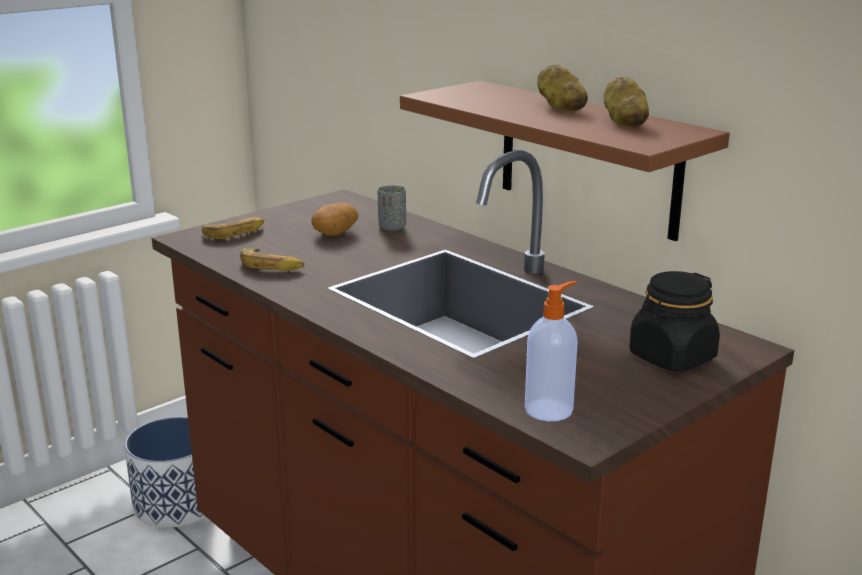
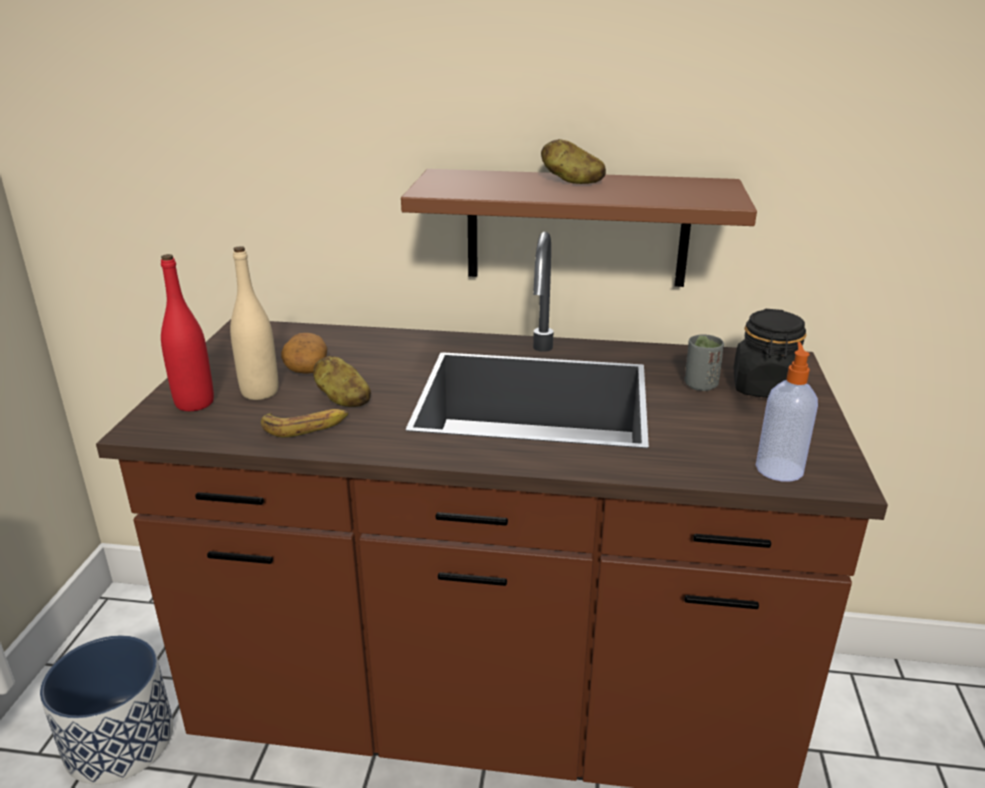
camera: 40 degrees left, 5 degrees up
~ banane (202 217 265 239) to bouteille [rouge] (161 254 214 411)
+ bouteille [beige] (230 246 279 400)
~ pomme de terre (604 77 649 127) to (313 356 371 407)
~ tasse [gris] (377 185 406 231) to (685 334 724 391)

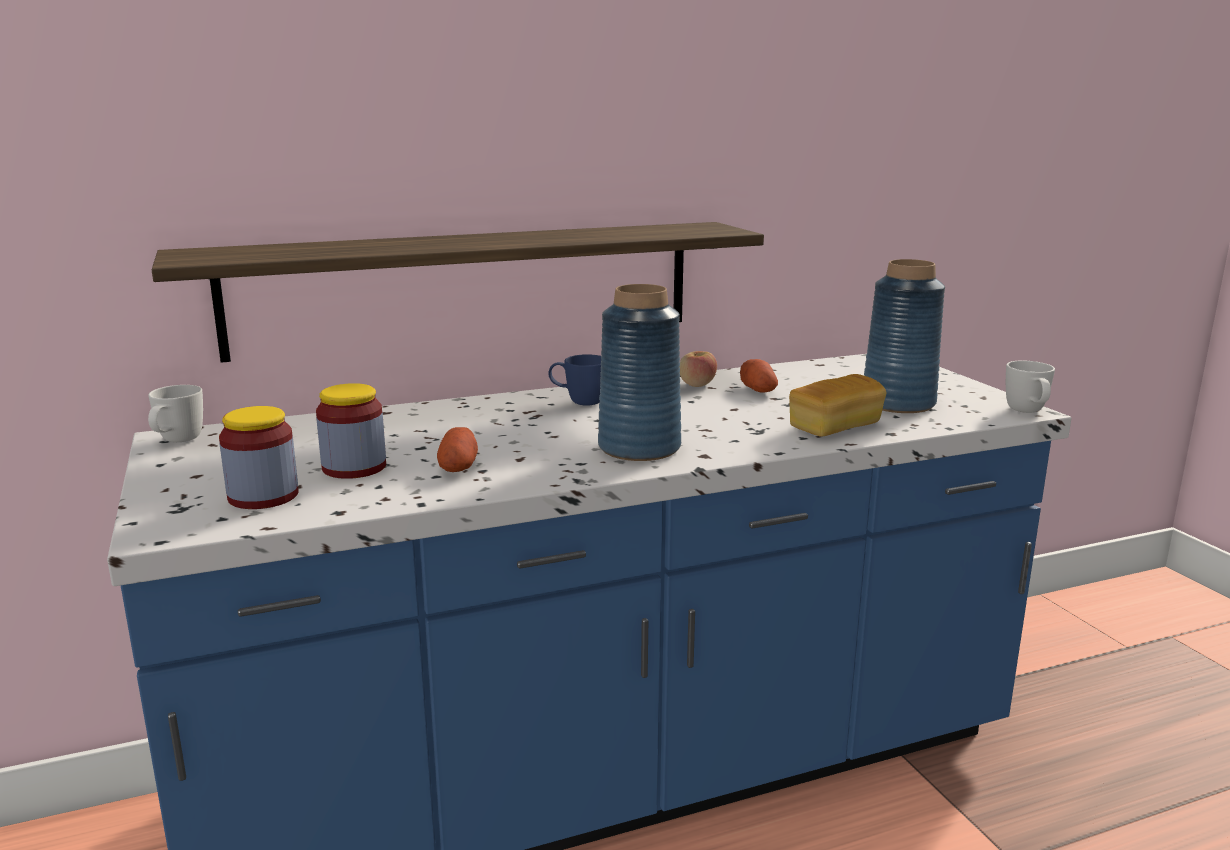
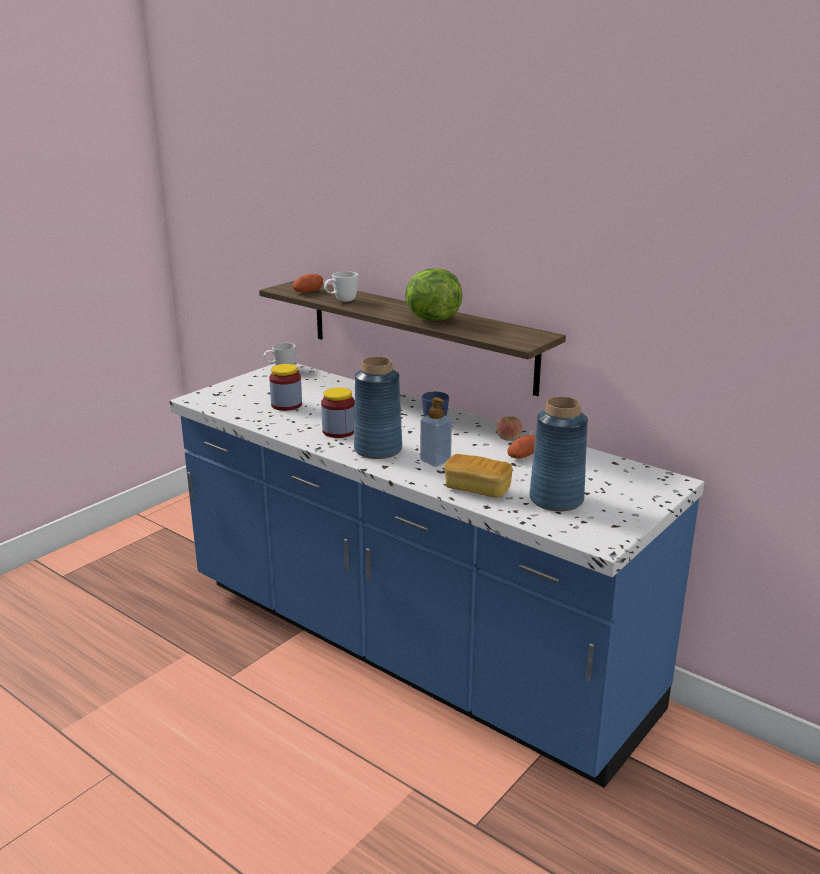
camera: 60 degrees right, 5 degrees up
~ pomme de terre (437 427 478 472) to (292 274 323 292)
~ bocal (219 406 298 509) to (321 387 355 438)
~ mug [blanc] (1006 361 1055 413) to (324 271 358 302)
+ laitue (405 268 462 321)
+ distributeur de savon (420 397 452 467)

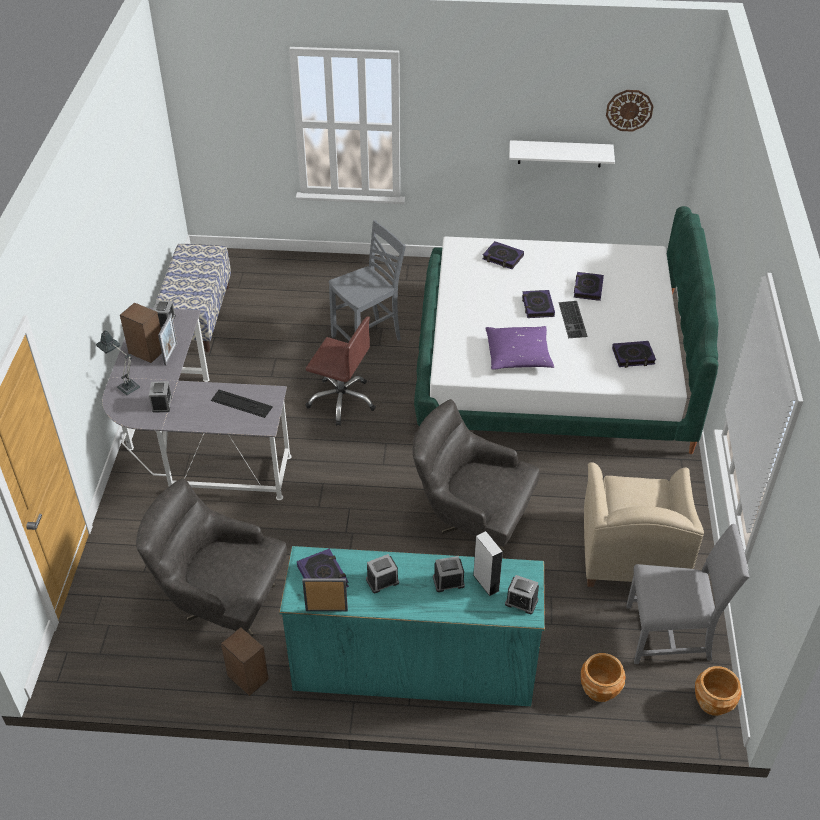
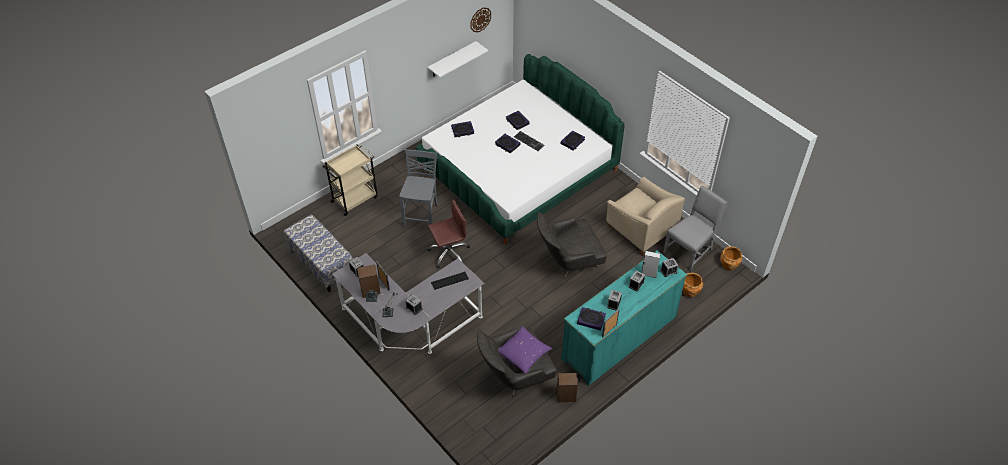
camera: 45 degrees left, 5 degrees up
+ chariot [beige] (323 144 378 216)
~ coussin [violet] (485 326 554 370) to (498 326 552 374)

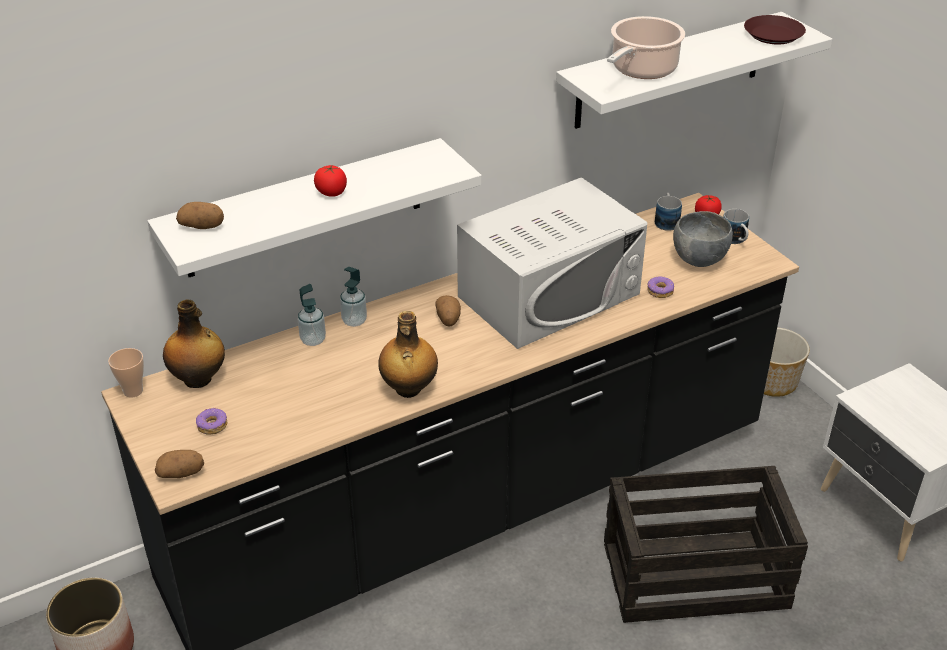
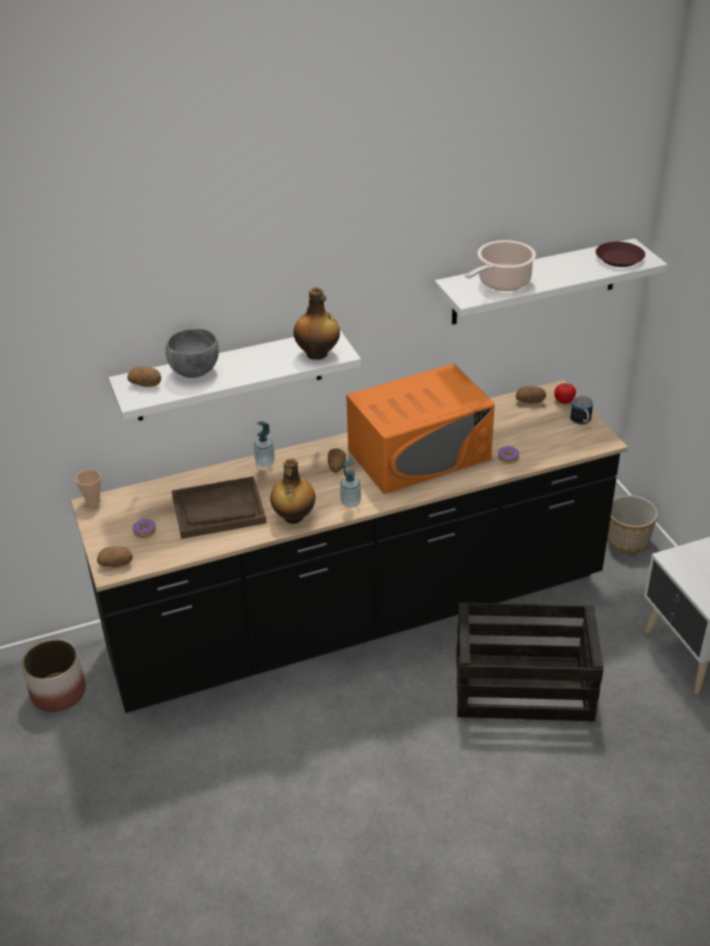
camera: 10 degrees right, 0 degrees up
~ bol [gris] (673 211 733 267) to (166 329 219 378)
+ plateau [marron] (172 476 266 539)
~ bouteille (163 300 225 388) to (293 287 340 360)
~ distributeur de savon (298 284 326 346) to (340 459 361 507)
~ micro-ondes [blanc] (457 177 647 349) to micro-ondes [orange] (346 363 495 494)
~ mug (655 193 682 231) to pomme de terre (516 386 546 403)
- tomate (314 164 347 197)

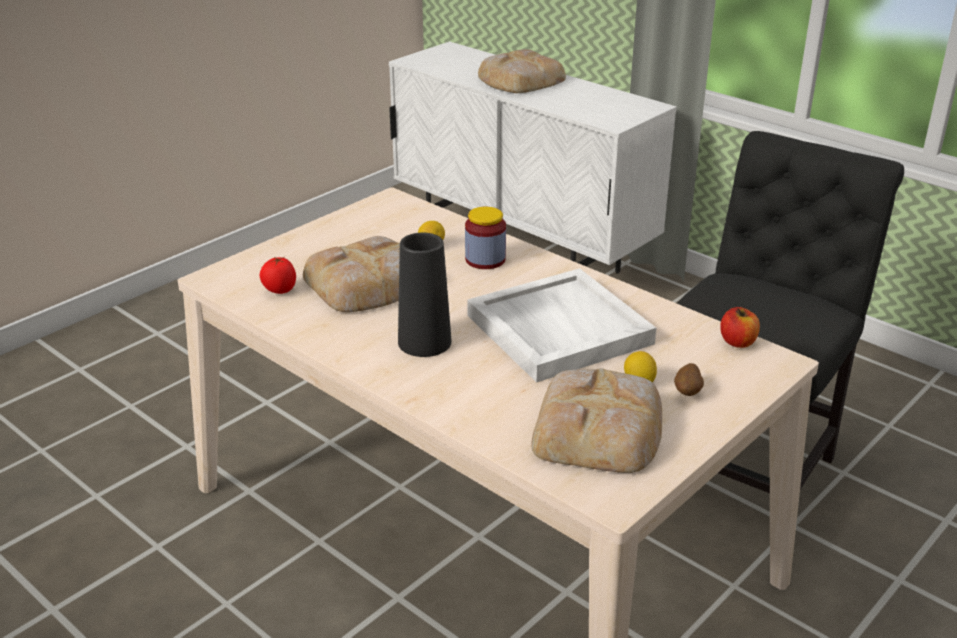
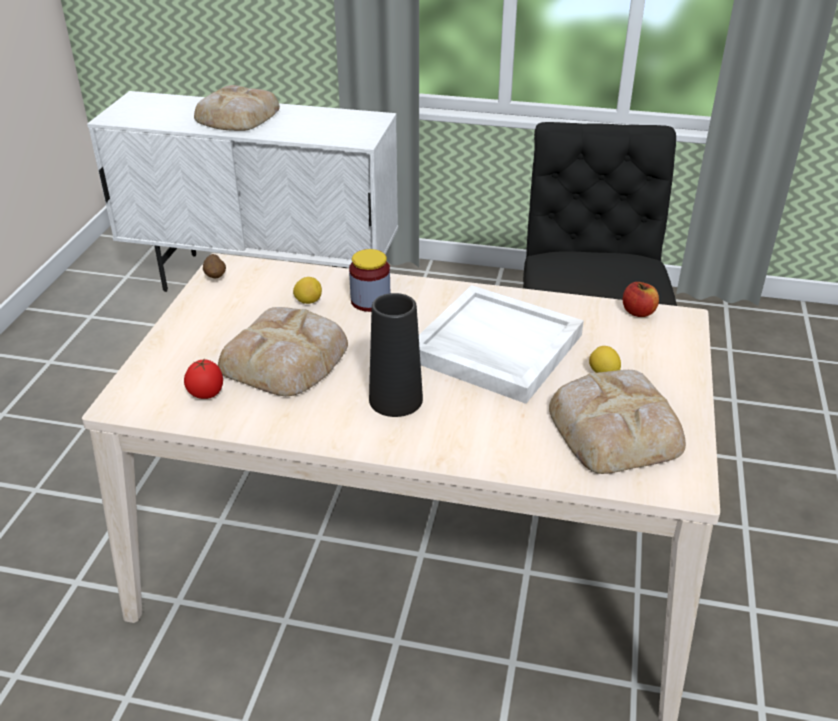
camera: 30 degrees left, 5 degrees up
~ pomme de terre (674 363 704 396) to (203 254 226 278)

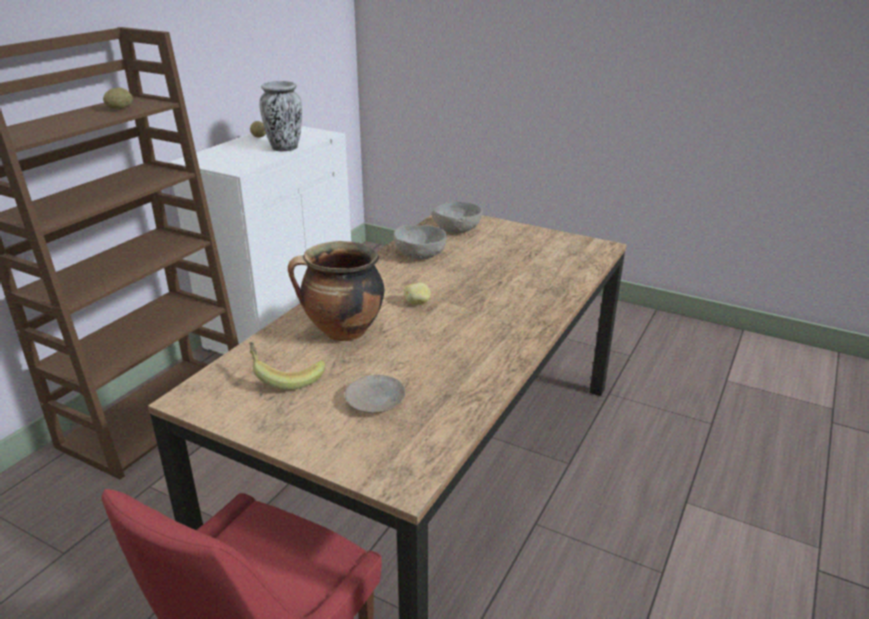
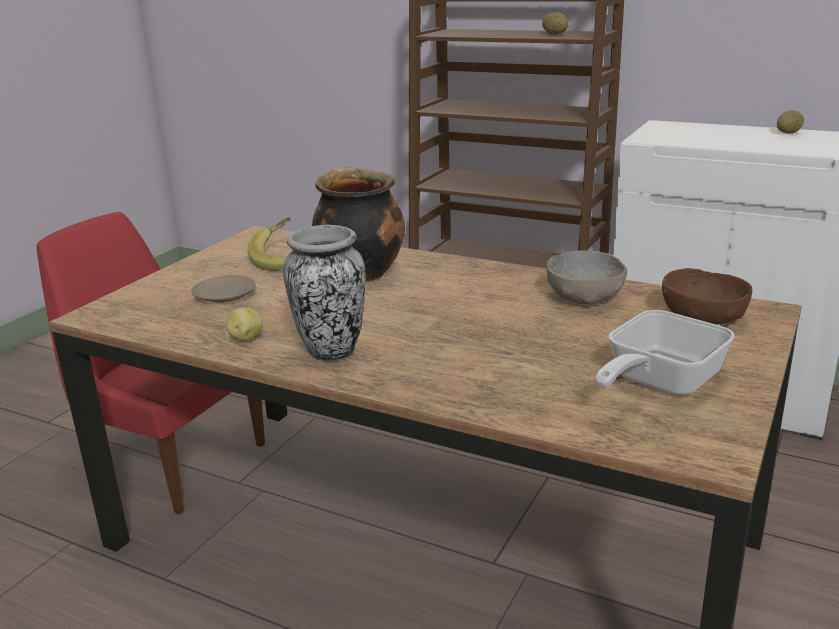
camera: 90 degrees right, 5 degrees down
~ pomme de terre (404 283 431 305) to (226 308 263 341)
~ vase (259 81 302 151) to (283 225 366 362)
+ poêle (596 310 735 396)
~ bol [gris] (431 201 483 233) to bol [marron] (662 268 752 325)

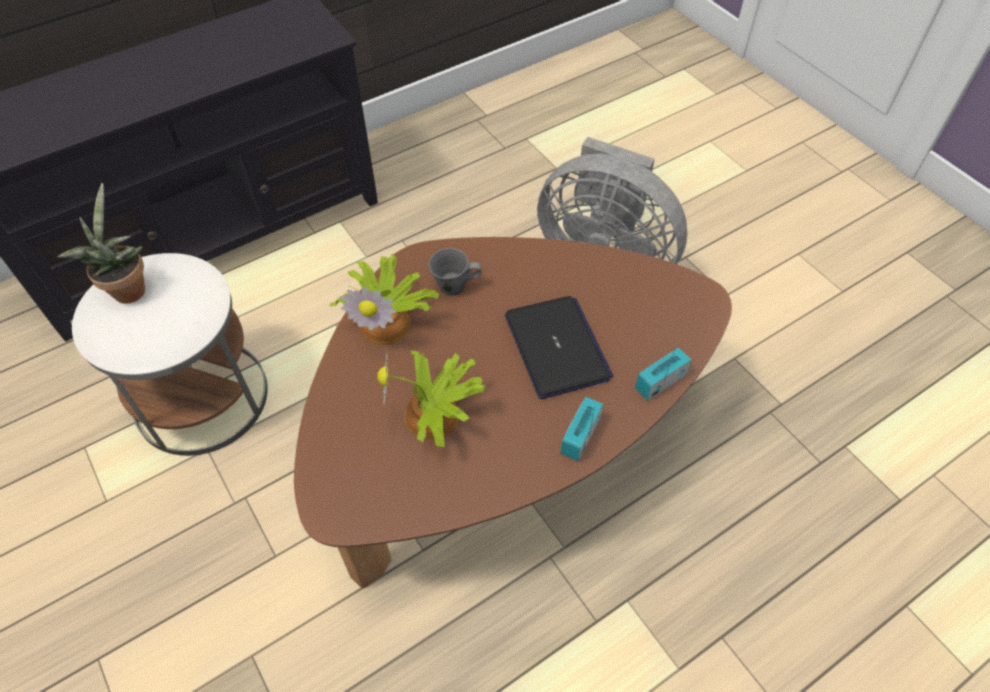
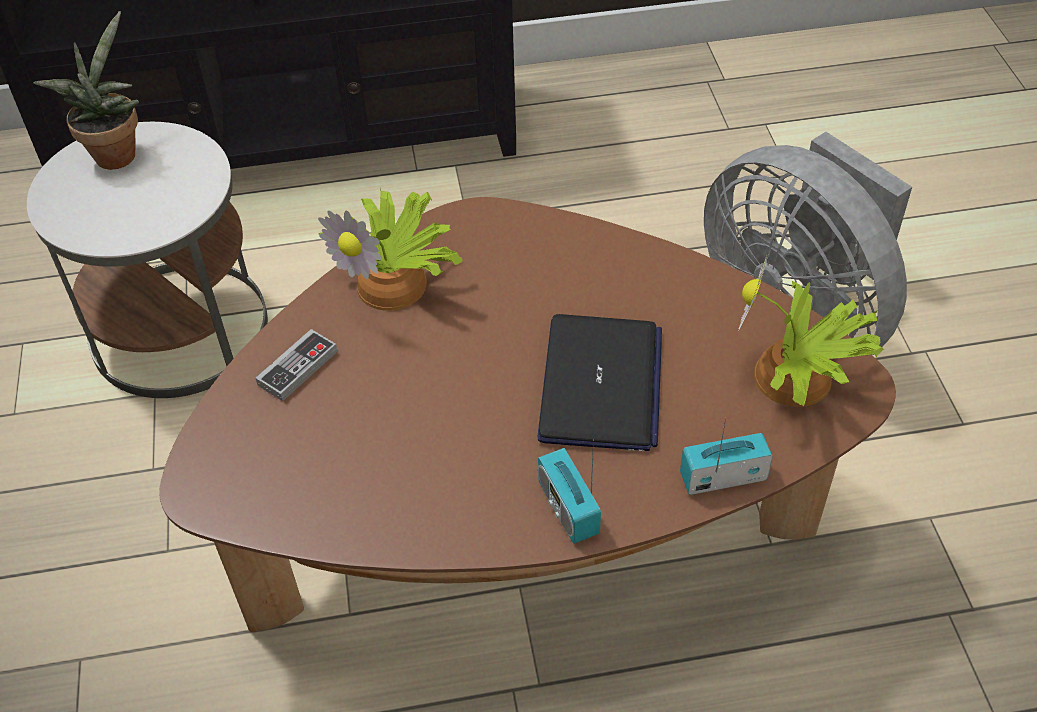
camera: 25 degrees right, 5 degrees down
+ manette (256 329 338 401)
~ radio (561 397 603 461) = (538 440 601 544) 75 degrees counterclockwise
~ plante en pot (377 350 486 447) to (738 253 884 407)
- mug [gris] (429 248 482 296)

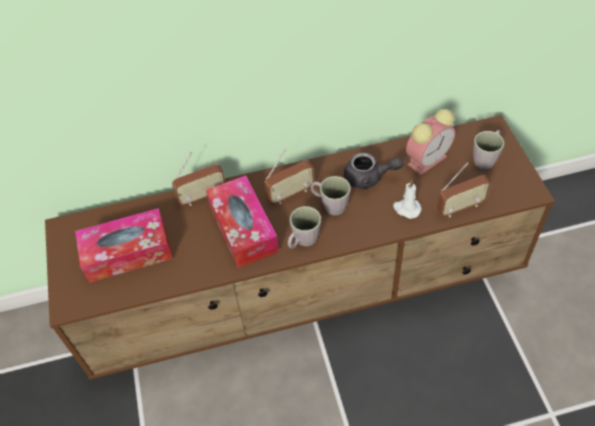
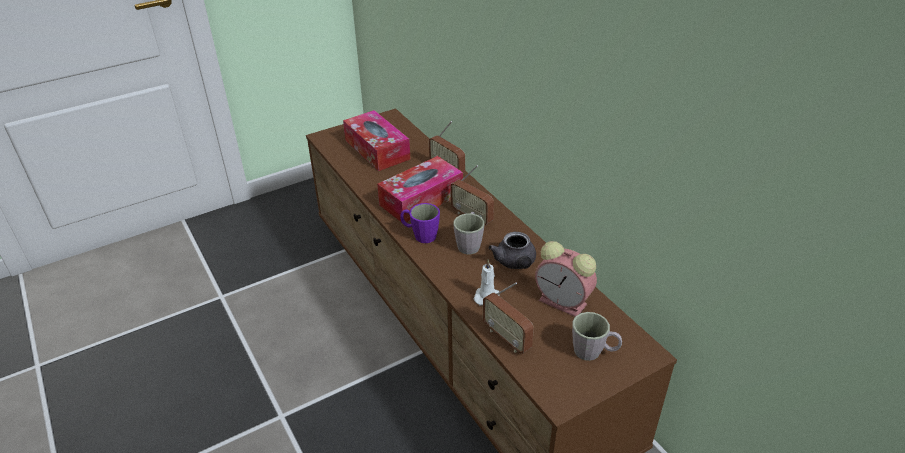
camera: 70 degrees right, 15 degrees down
~ mug [gris] (288 206 321 249) to mug [violet] (400 203 440 243)

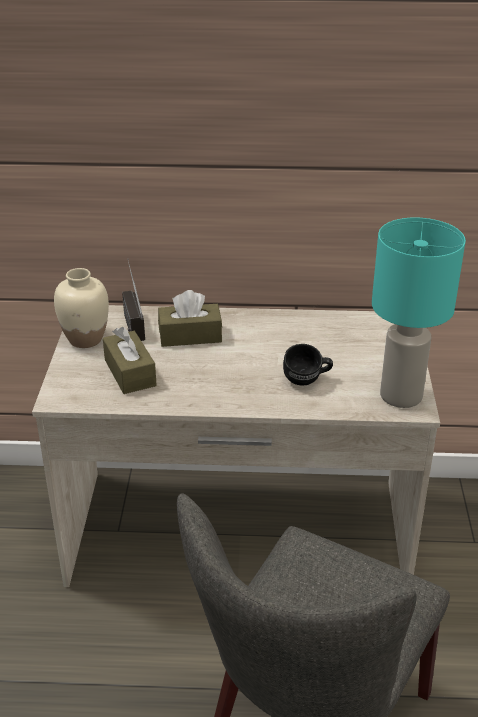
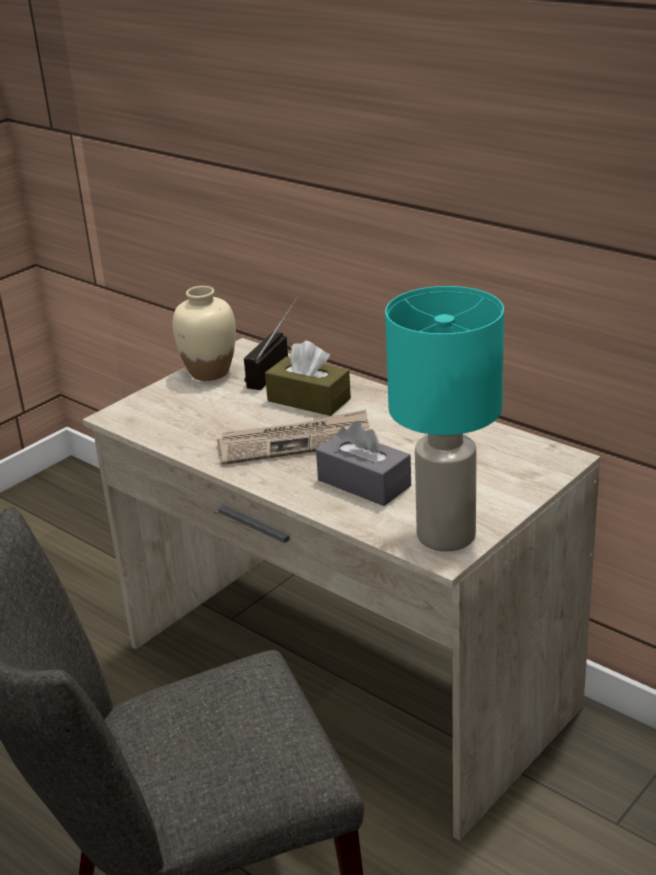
camera: 40 degrees right, 5 degrees down
+ journal (217 410 370 465)
~ mug [noir] (283 344 333 386) to boîte à mouchoirs [gris] (316 421 411 506)
- boîte à mouchoirs [marron] (103 327 157 394)

